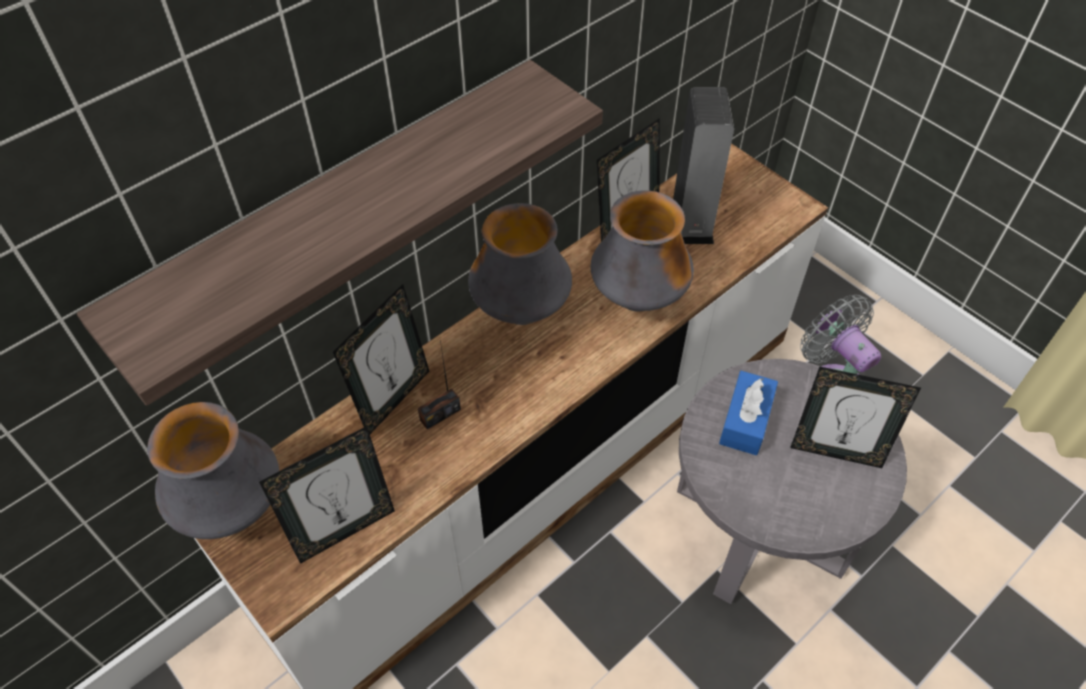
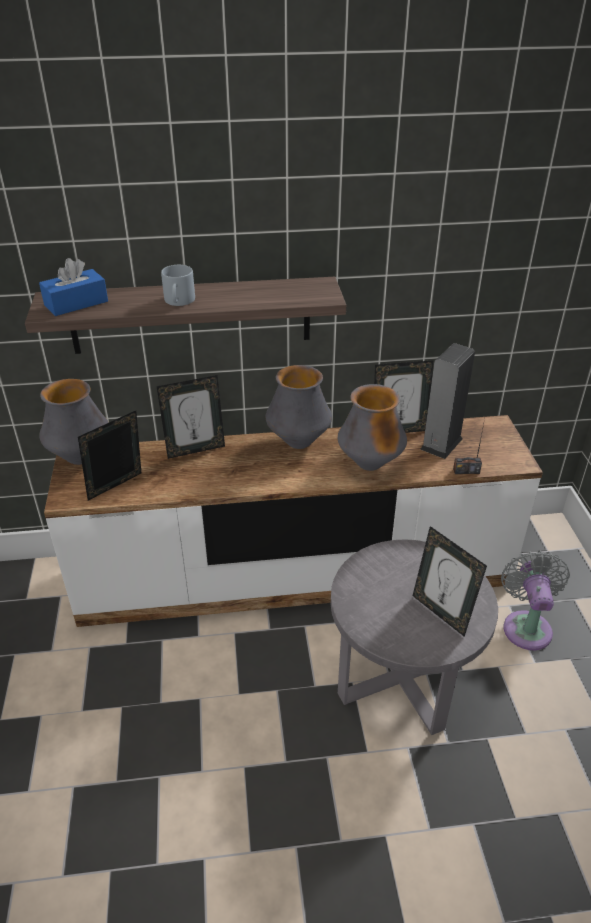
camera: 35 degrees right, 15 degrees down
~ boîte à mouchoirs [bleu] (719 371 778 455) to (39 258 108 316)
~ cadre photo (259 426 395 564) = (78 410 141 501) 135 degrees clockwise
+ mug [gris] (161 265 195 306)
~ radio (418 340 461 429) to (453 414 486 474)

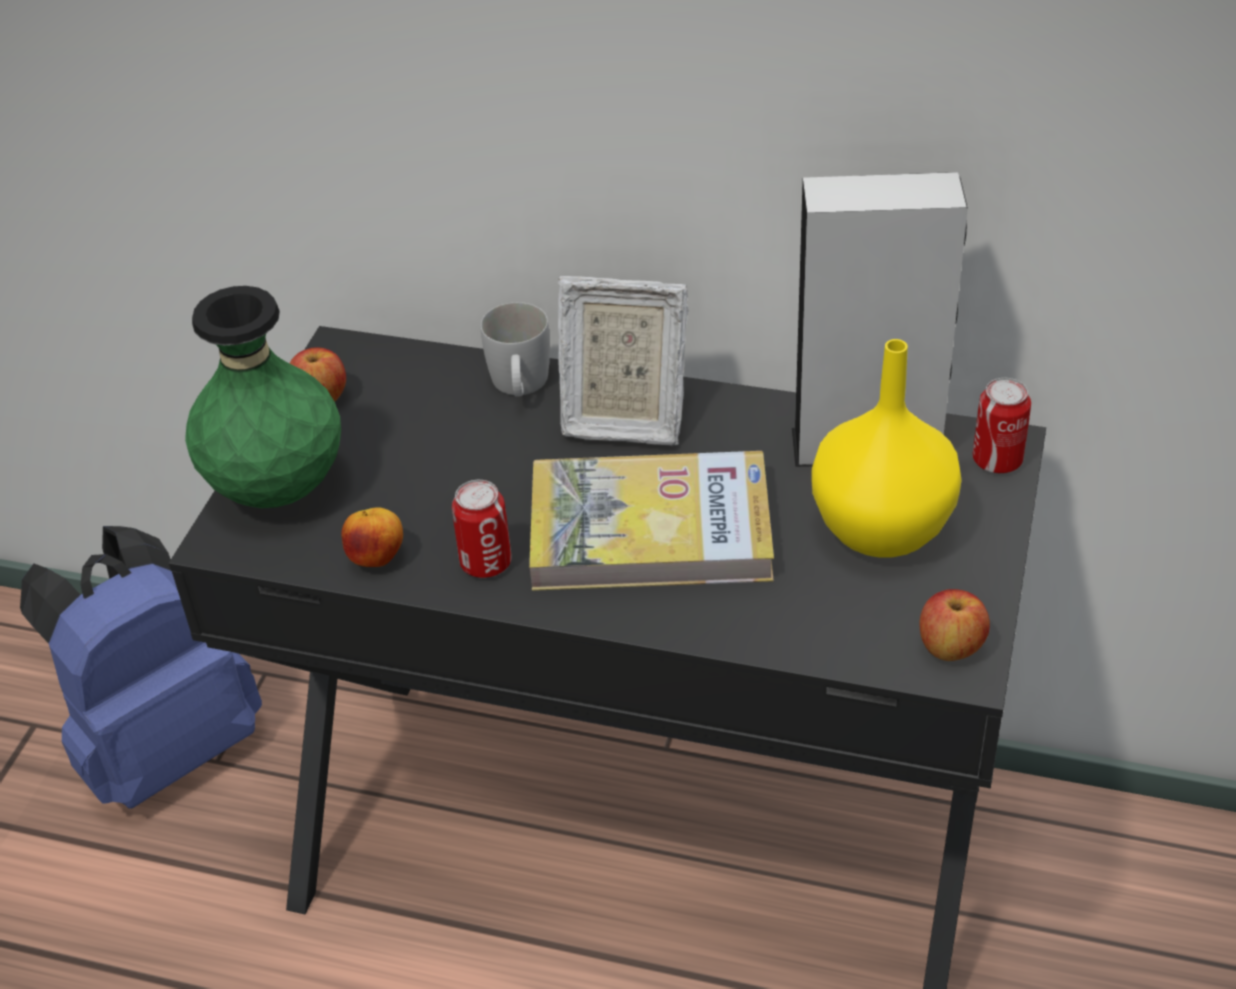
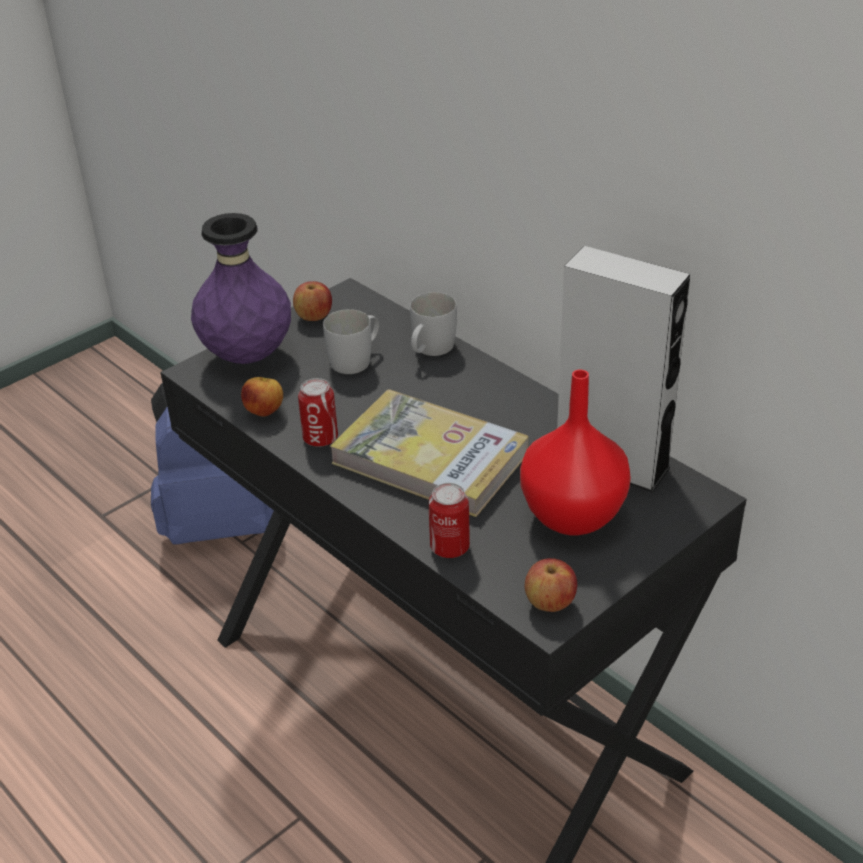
camera: 30 degrees right, 5 degrees down
~ vase [vert] (185 286 341 508) to vase [violet] (191 213 291 364)
+ mug [blanc] (323 309 379 374)
~ boîte métallique (973 378 1031 473) to (429 483 470 558)
~ vase [jaune] (812 339 962 558) to vase [rouge] (520 369 631 536)
- cadre photo (558 276 689 446)

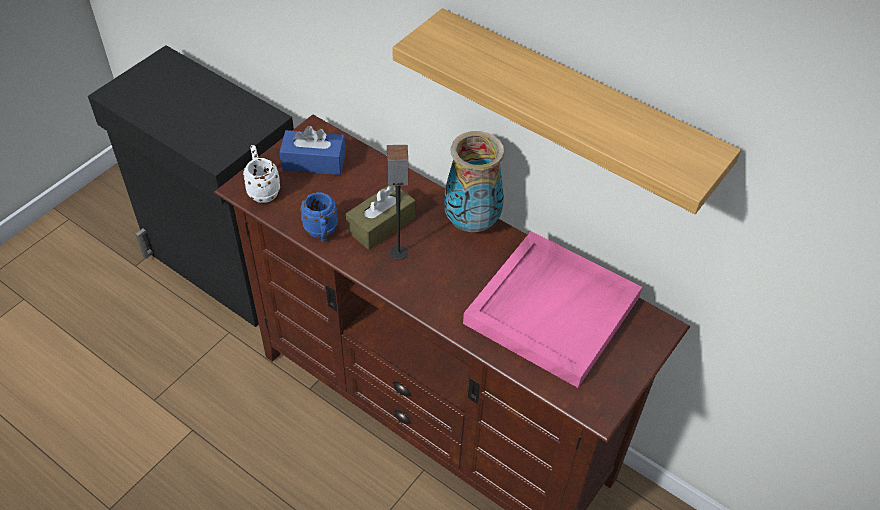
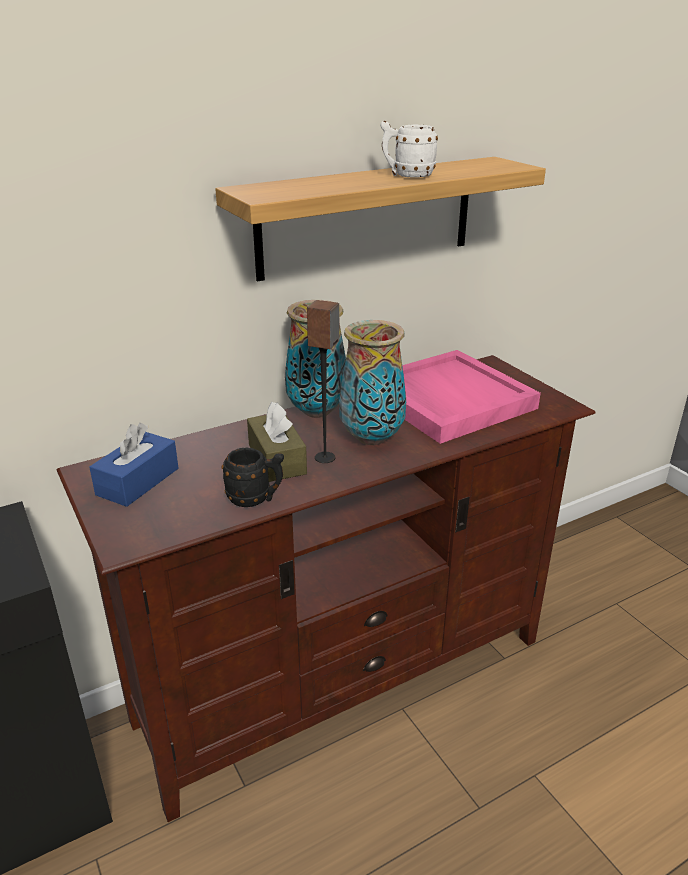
camera: 65 degrees left, 20 degrees down
~ mug [bleu] (300 192 338 242) to mug [noir] (221 448 284 507)
+ vase (339 320 406 445)
~ mug [blanc] (243 145 280 203) to (380 121 438 178)

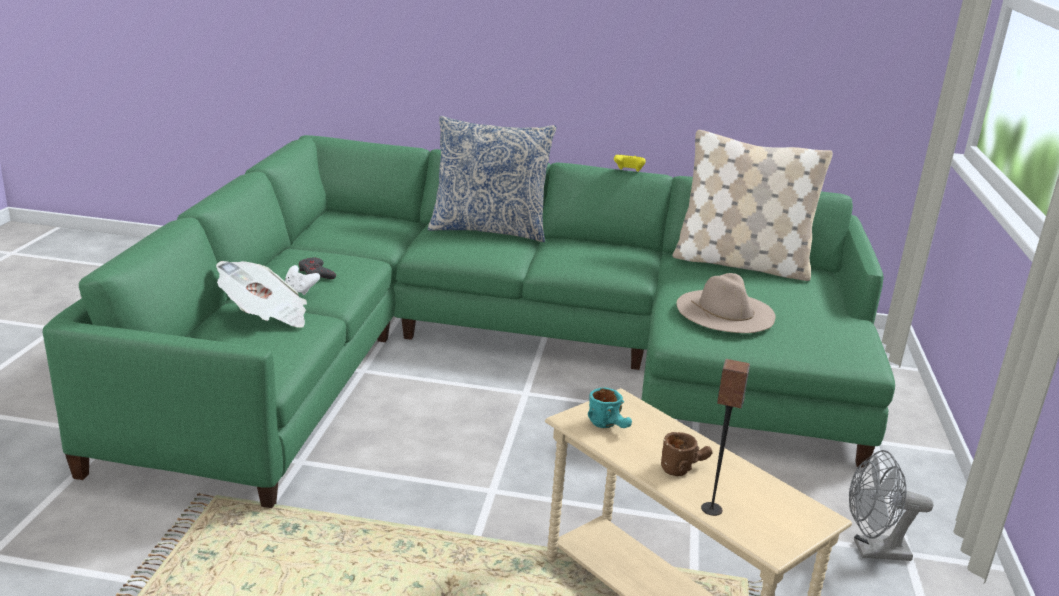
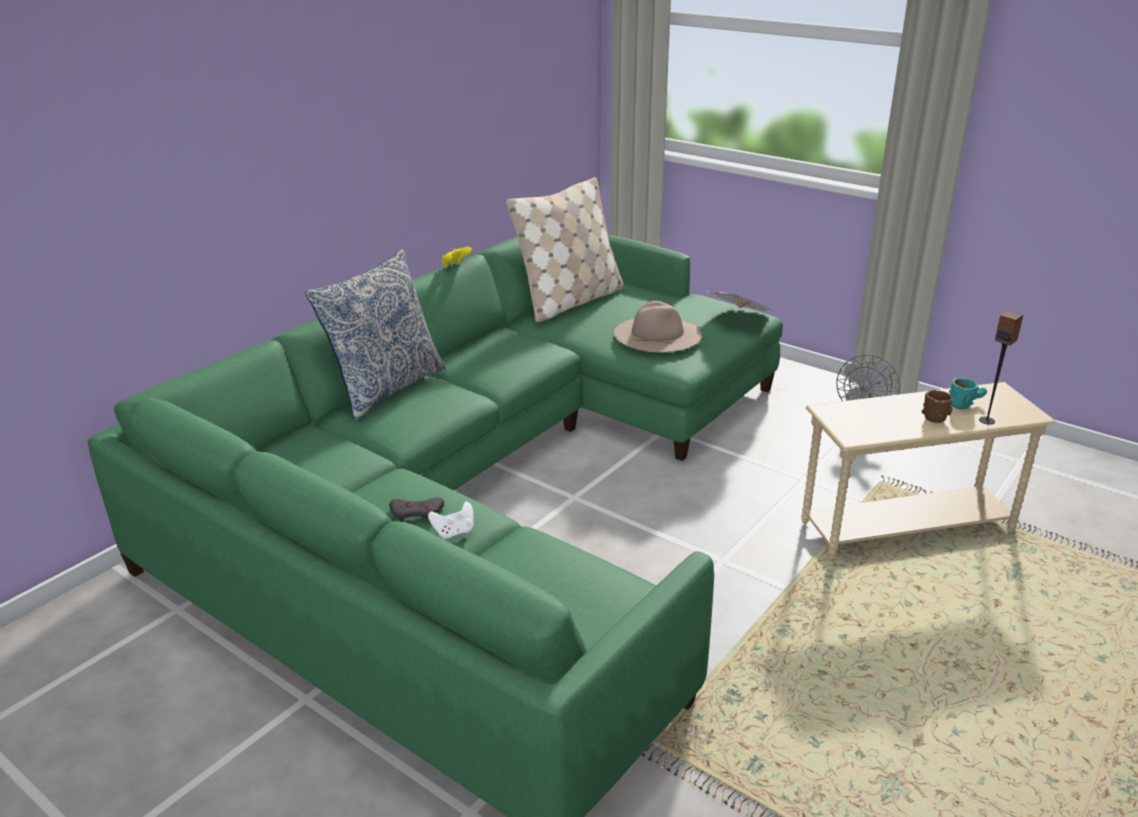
camera: 60 degrees left, 5 degrees up
~ journal (216 261 307 328) to (708 291 772 311)
~ mug [turquoise] (588 387 632 428) to (949 378 987 409)

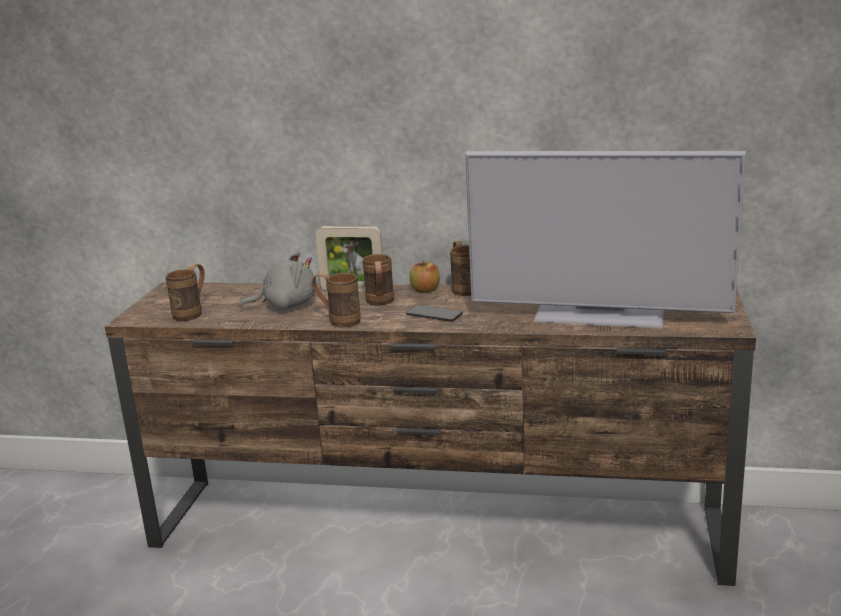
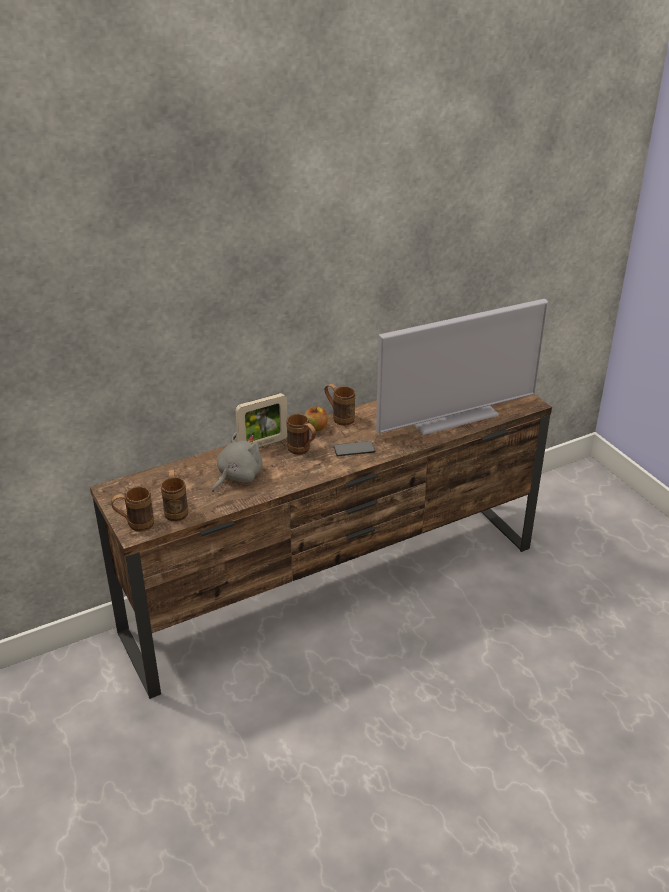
camera: 40 degrees left, 15 degrees up
~ mug [marron] (312 273 361 328) to (111 487 154 532)

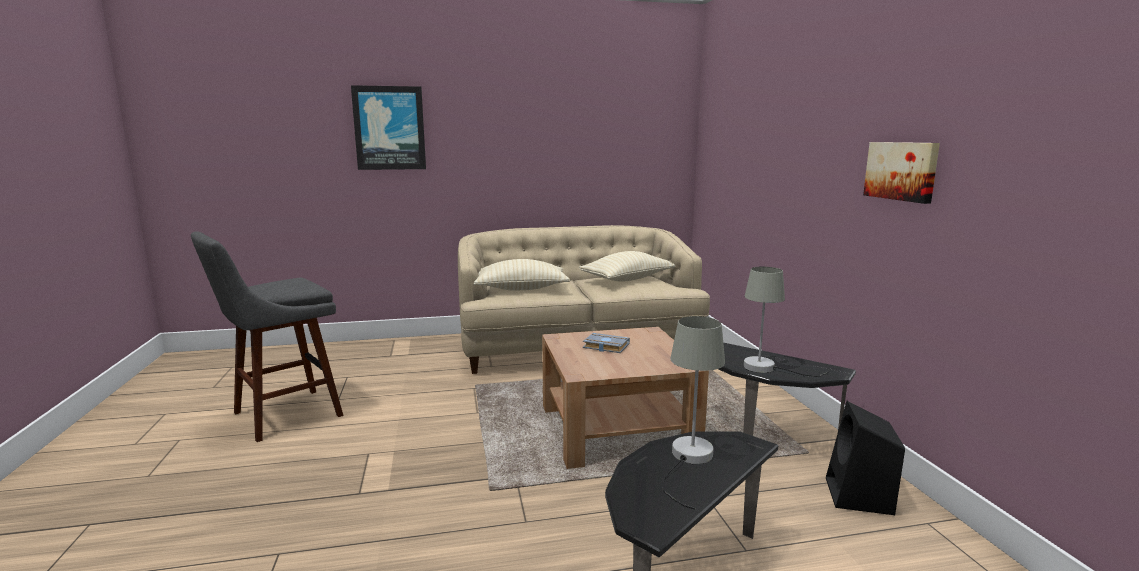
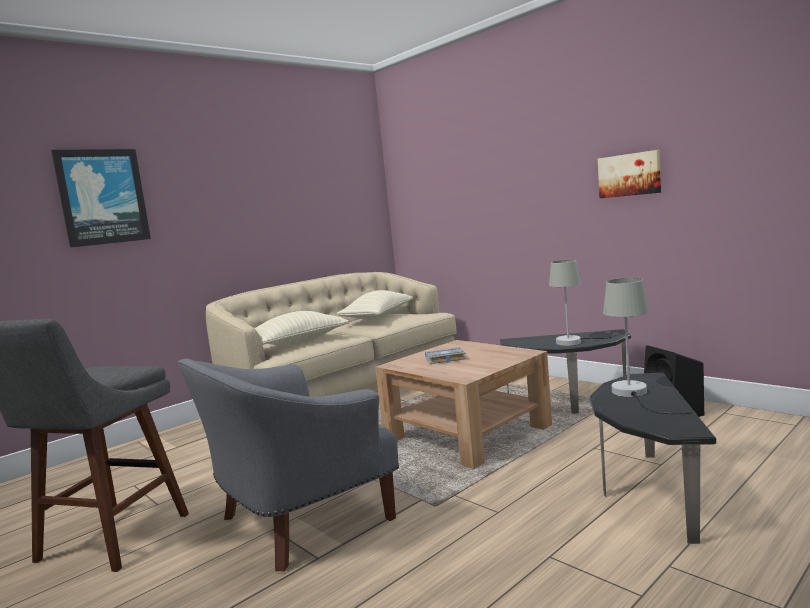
camera: 30 degrees left, 5 degrees down
+ fauteuil [gris] (178 359 399 571)

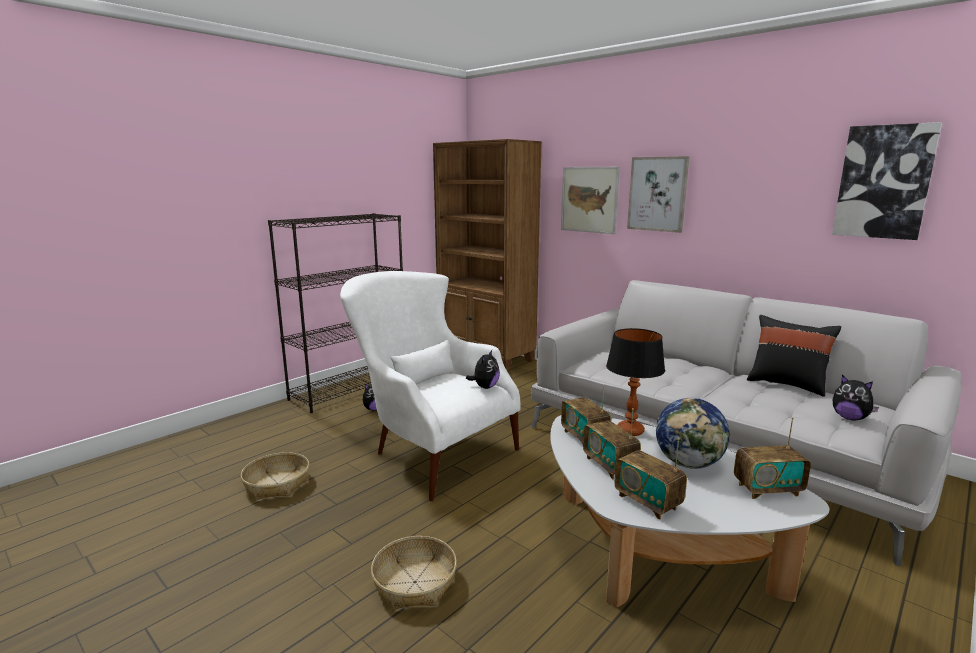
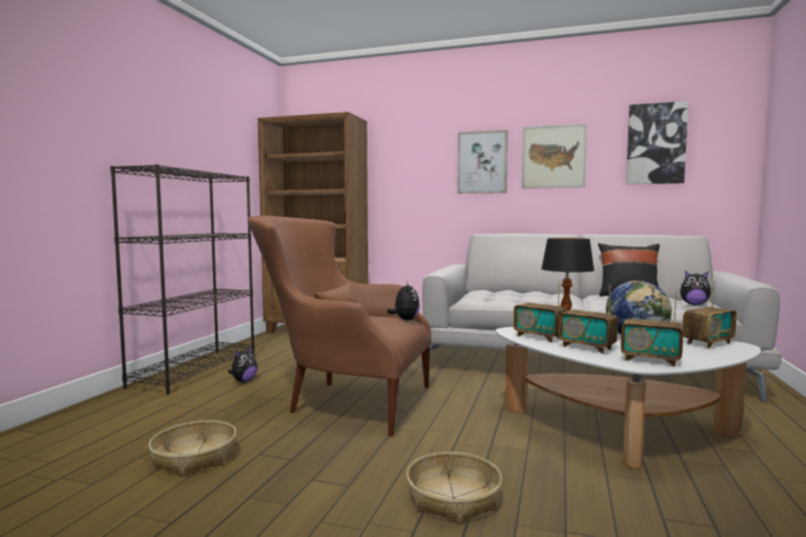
camera: 25 degrees left, 10 degrees down
~ fauteuil [blanc] (340 271 520 501) to fauteuil [marron] (248 216 431 437)
~ tableau (561 167 620 234) to (521 124 587 189)

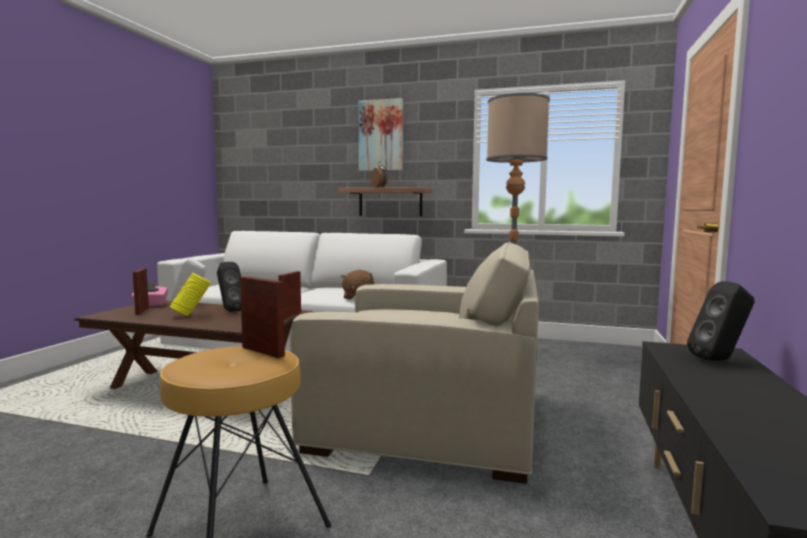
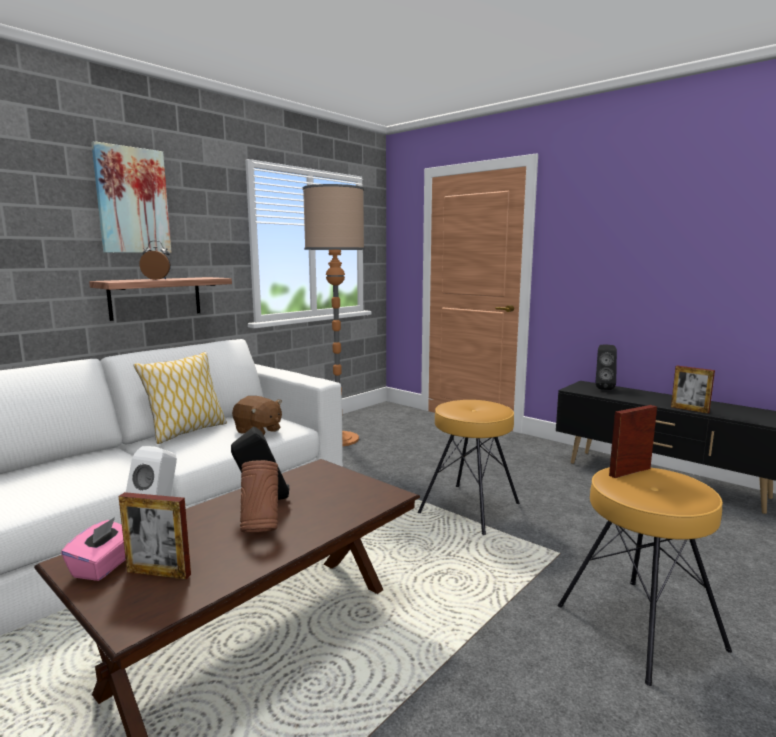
camera: 65 degrees left, 5 degrees up
+ coussin (133 352 227 444)
~ vase [jaune] (170 273 211 316) to vase [marron] (240 460 278 533)
~ fauteuil [beige] (290 242 539 484) to tabouret [marron] (418 400 520 535)
~ cadre photo (278 271 301 319) to (671 366 715 414)

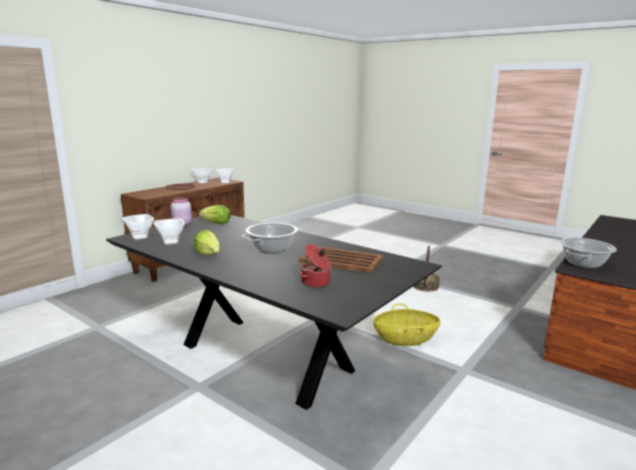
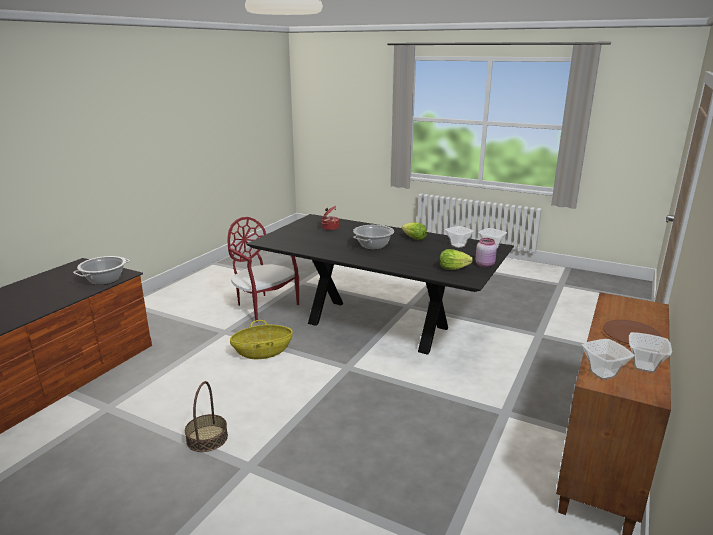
camera: 170 degrees right, 5 degrees up
+ chaise [rouge] (227 217 299 323)
- plateau [marron] (299 246 383 273)

